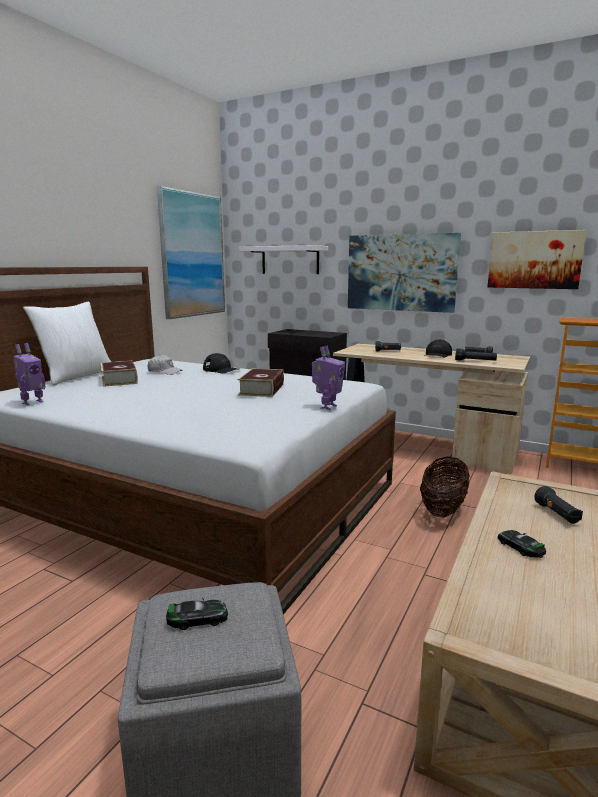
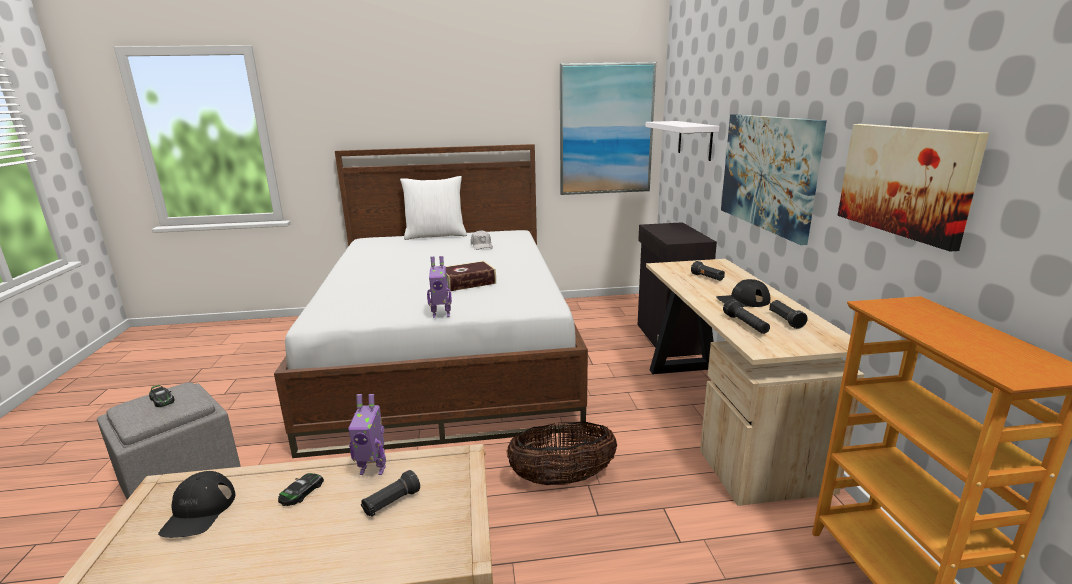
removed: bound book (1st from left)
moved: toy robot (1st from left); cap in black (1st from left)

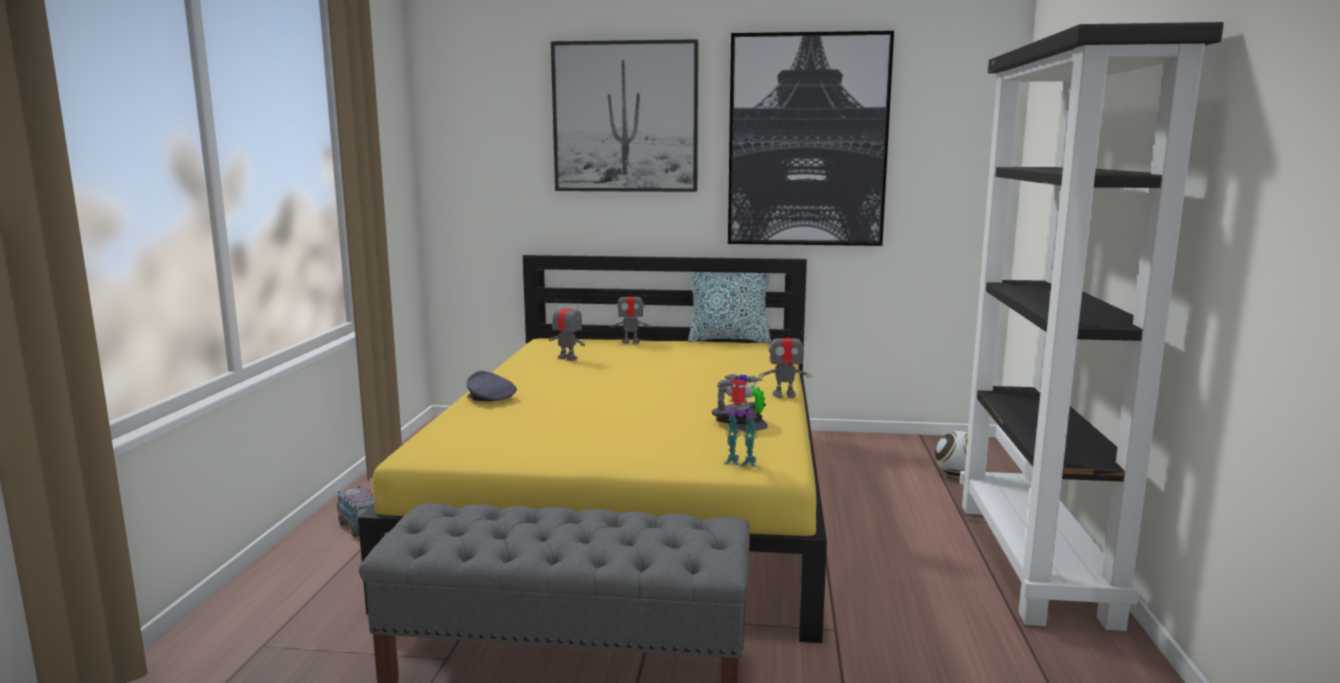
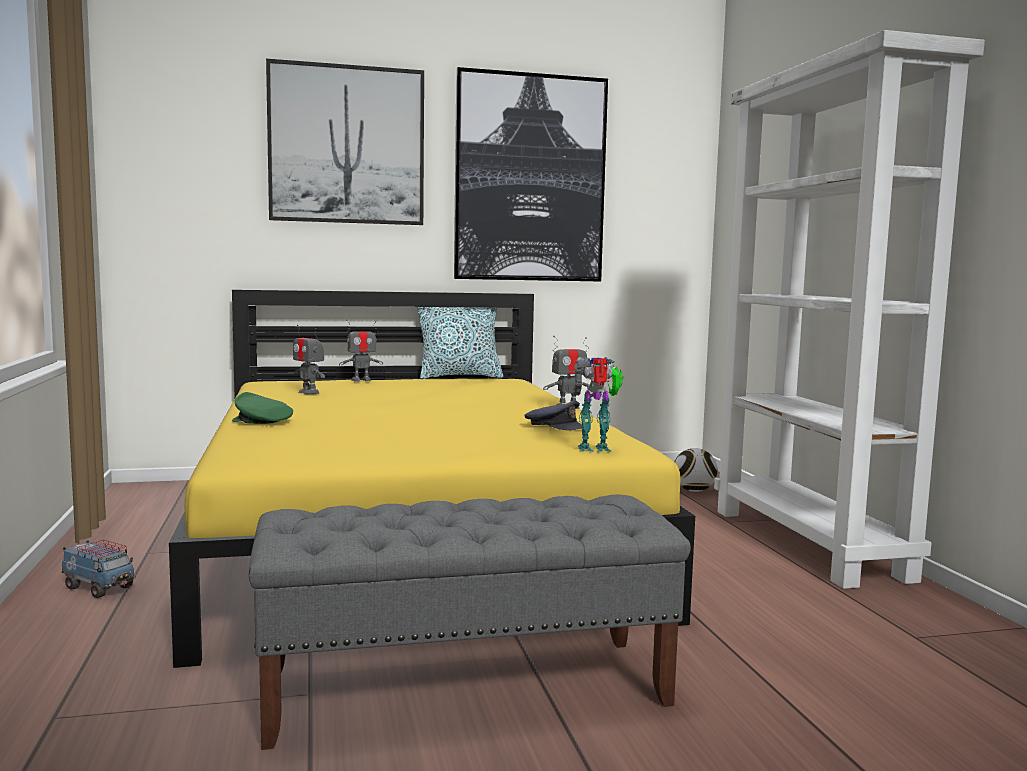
recoloured: cap in gray (1st from left) to cap in green-coloured; bookcase in black to bookcase in white-coloured
turned: toy robot (1st from left) 150 degrees counterclockwise

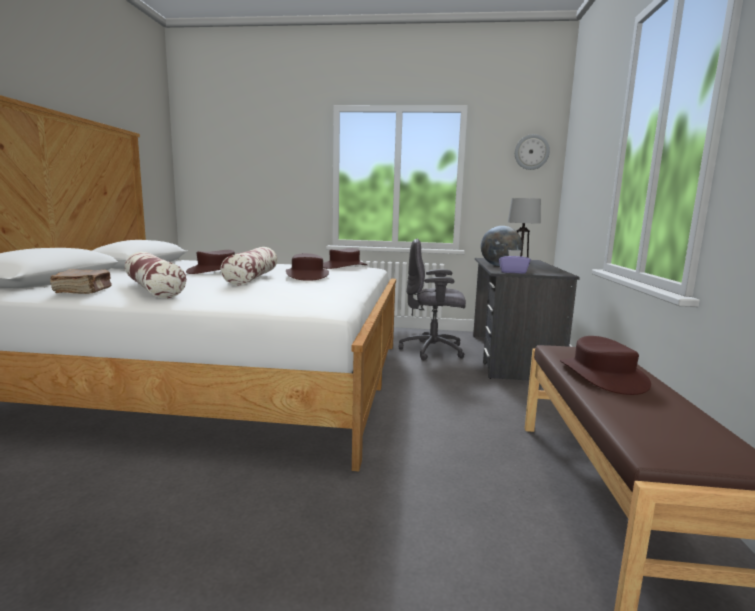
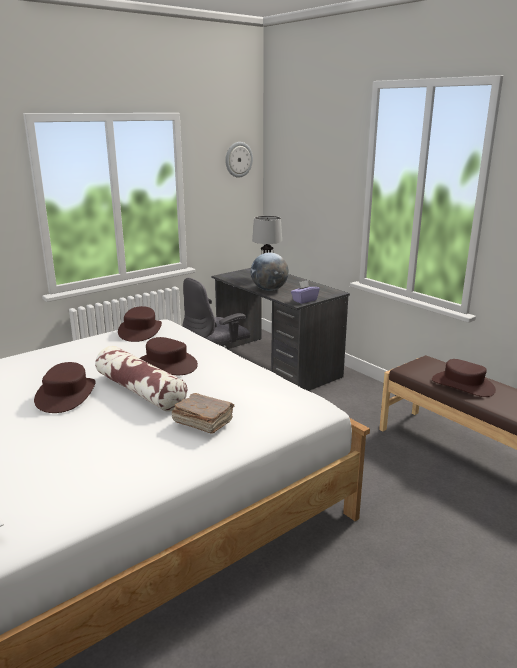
removed: throw pillow (1st from left)
moved: bound book in brownish

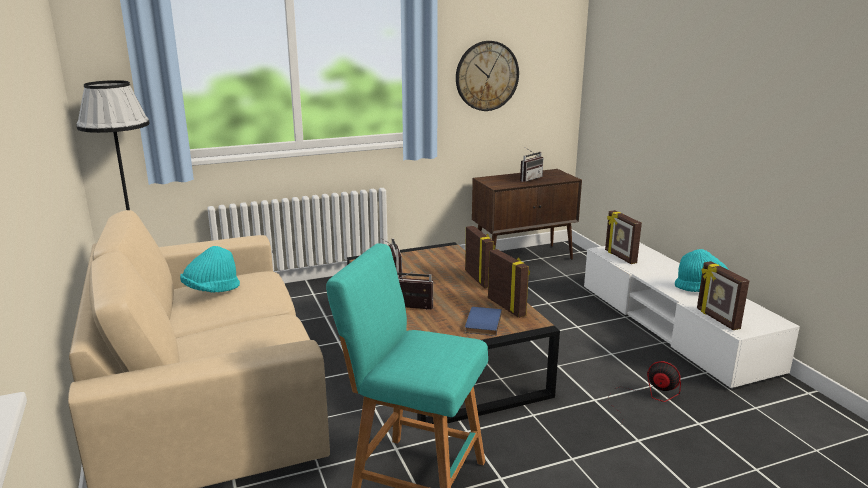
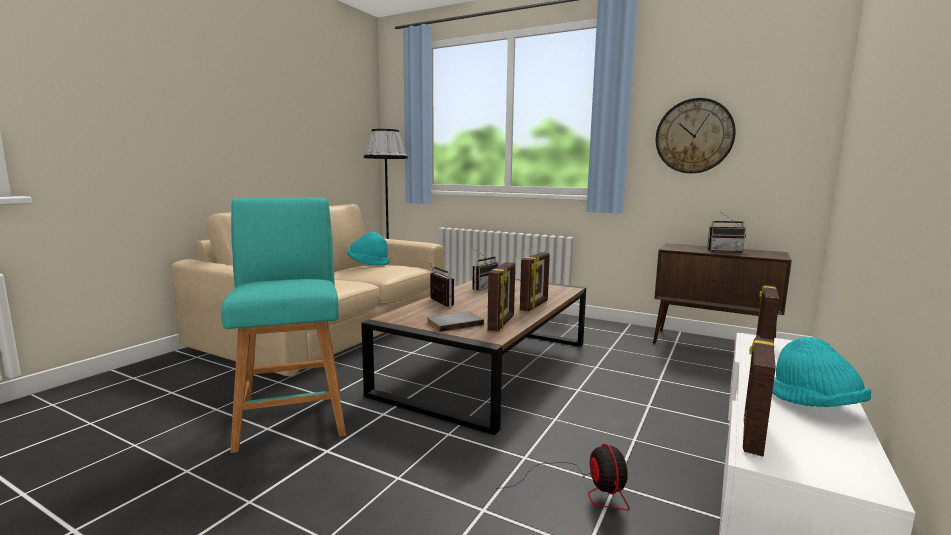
recoloured: bound book in blue to bound book in gray

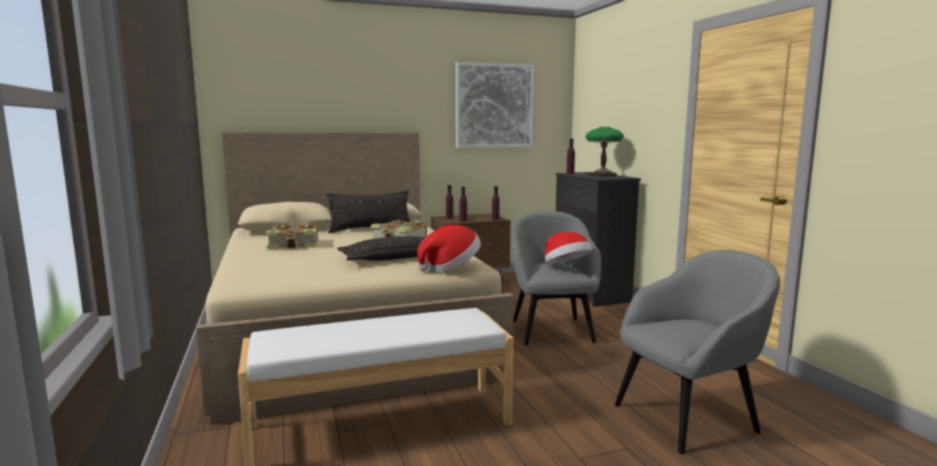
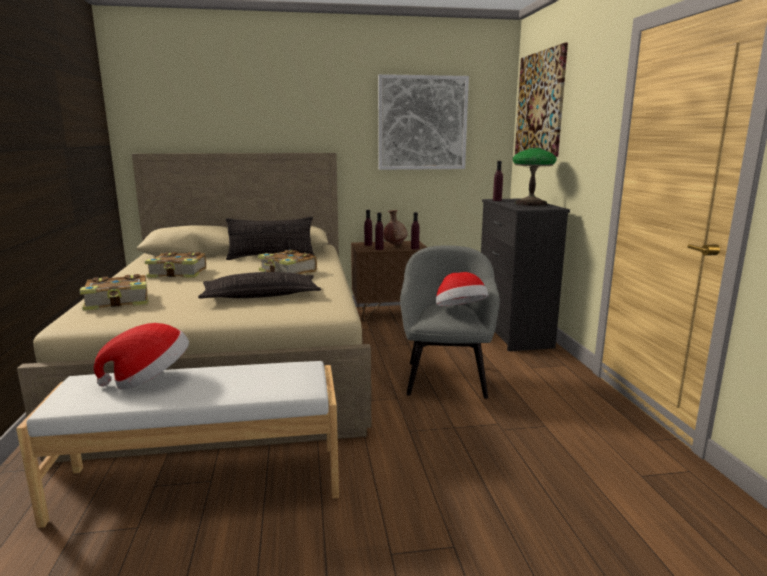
removed: easy chair in gray (2nd from left)
added: bound book (1st from left); decorative vase in brownish; picture (2nd from left)
moved: hat (1st from left)

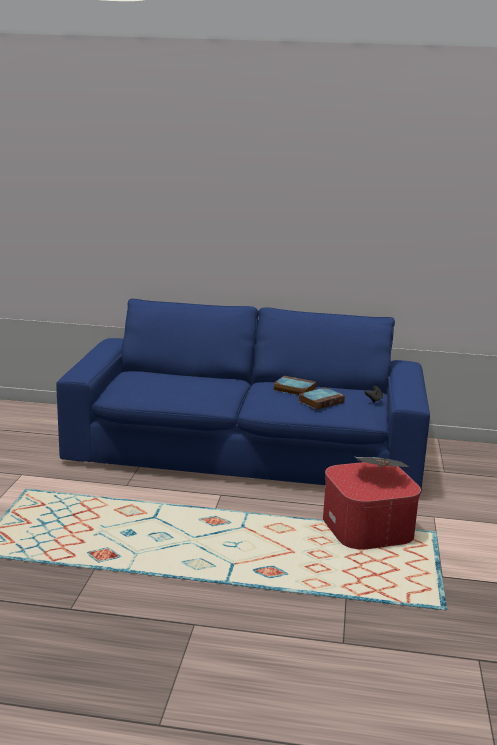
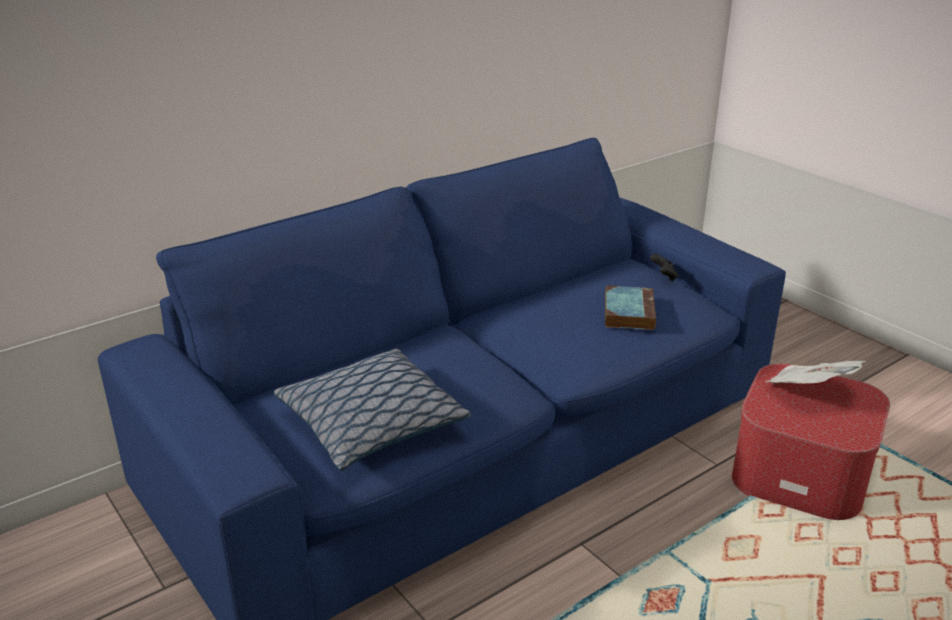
removed: bound book (1st from left)
added: throw pillow

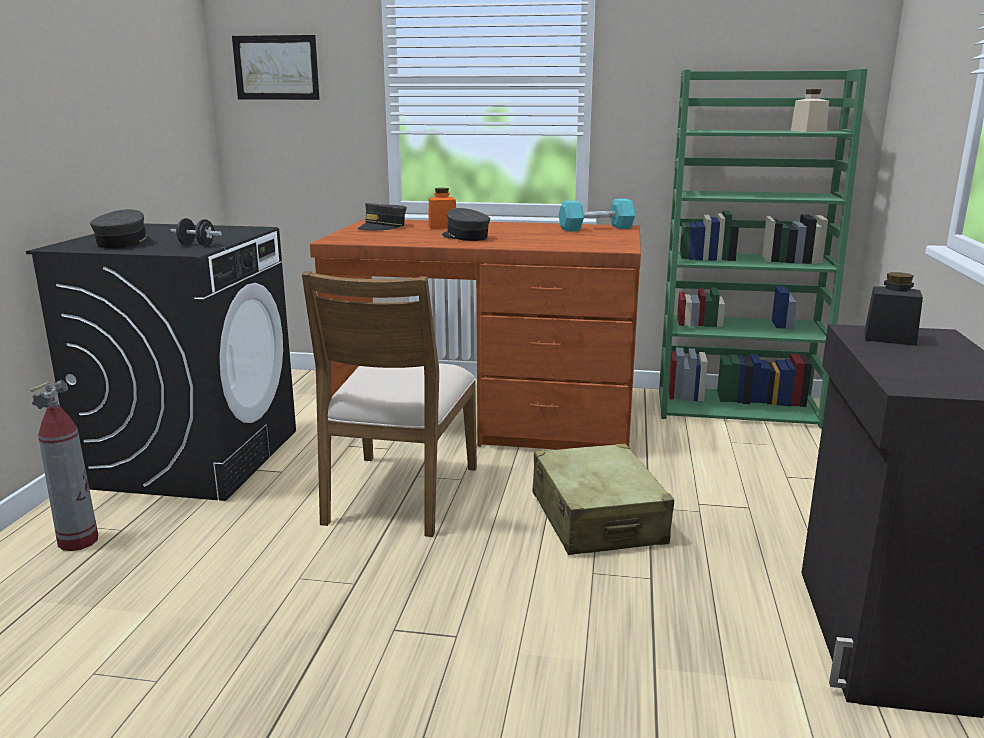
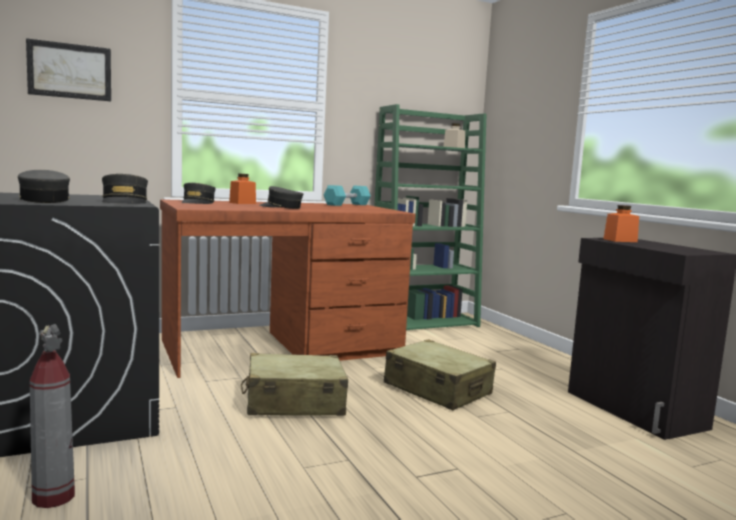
replaced: free weight in black to cap in gray (2nd from left); upright chair in brownish to piece of luggage in beige-coloured (1st from left)
recoloured: storage jar in black to storage jar in orangey (2nd from left)

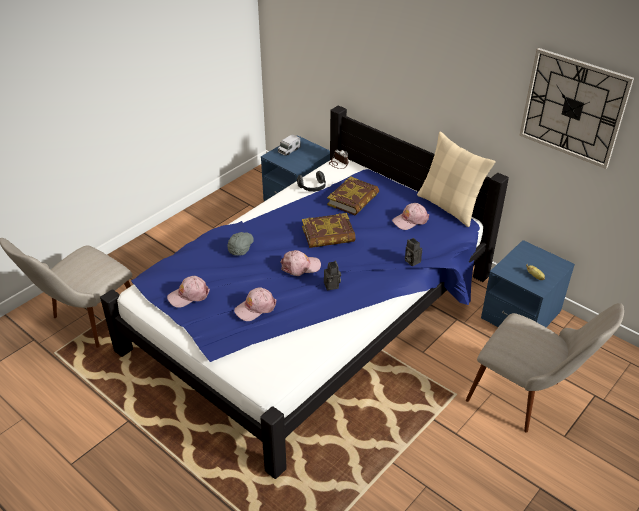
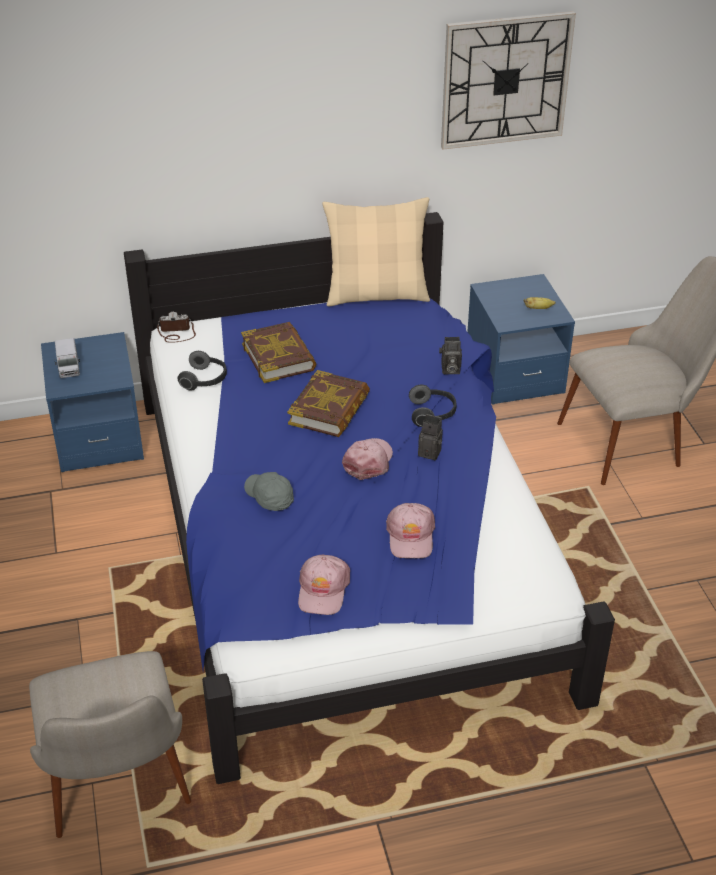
removed: cap in pink-coloured (4th from left)
added: headset (2nd from left)

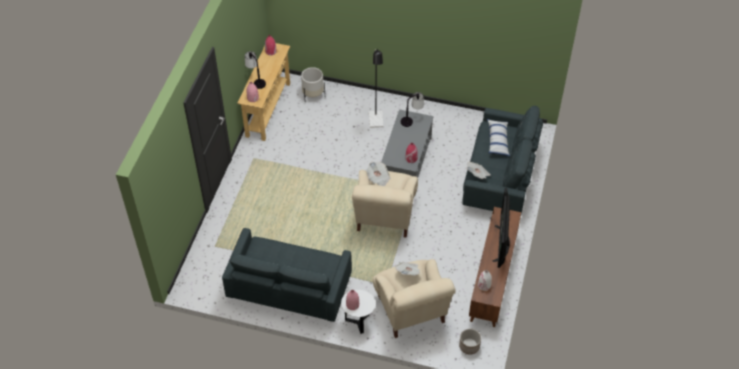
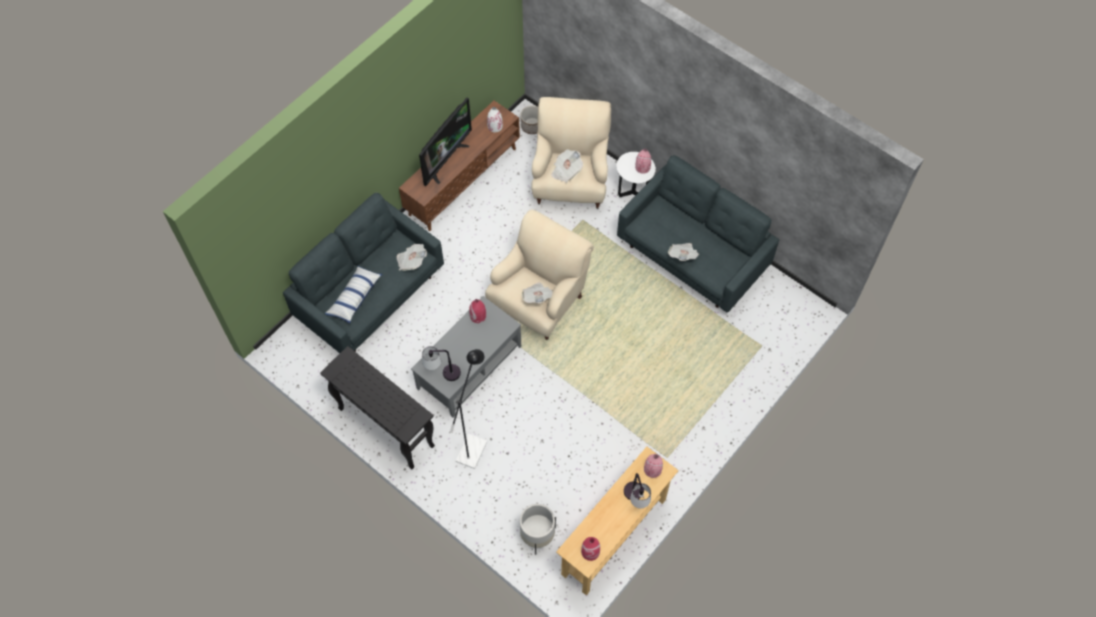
added: hall table in black; newspaper (4th from left)

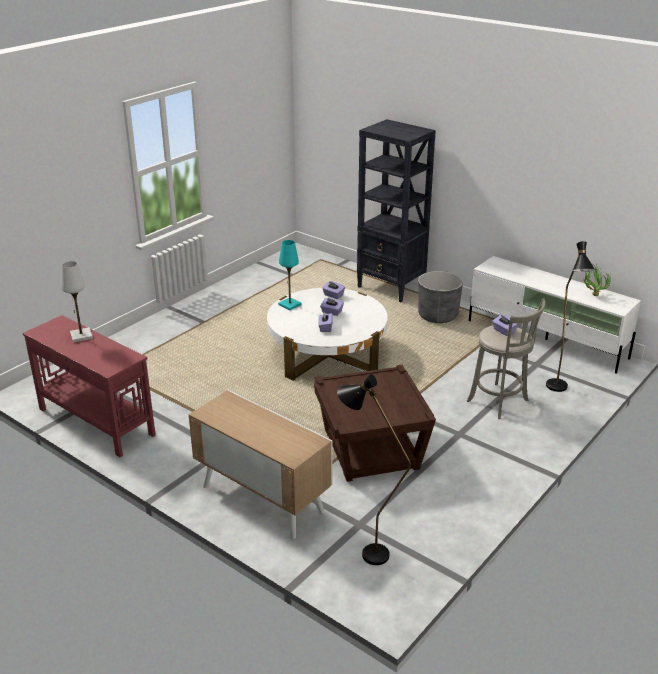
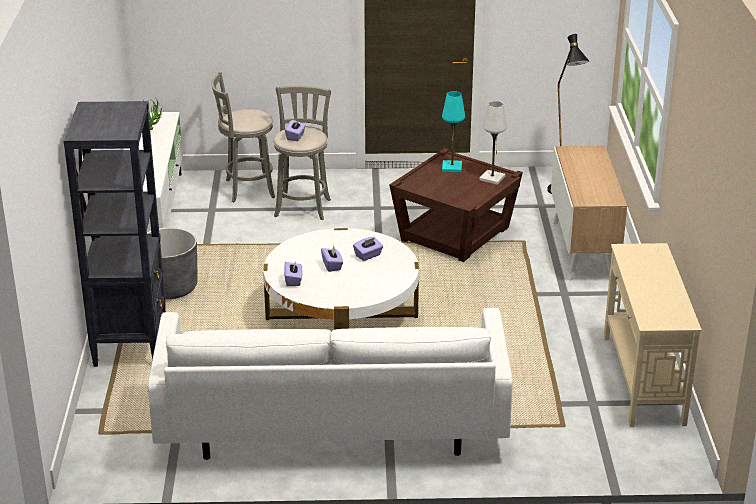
added: sofa in white-coloured
moved: lamp for a table in white-coloured; lamp for a table in blue-green
replaced: standard lamp in black (2nd from left) to sitting stool in gray (1st from left)
recoloured: hall table in red to hall table in beige-coloured

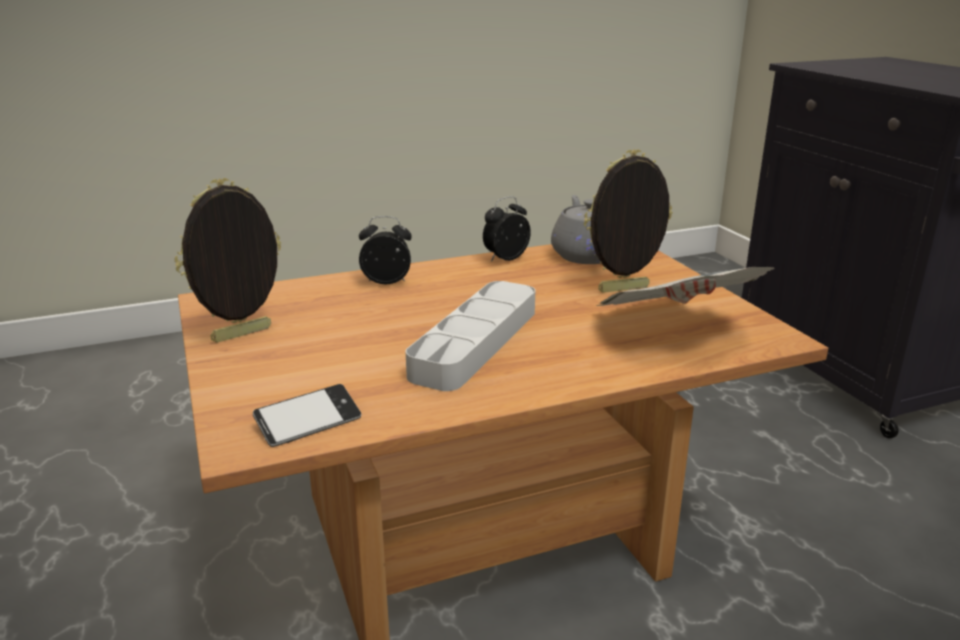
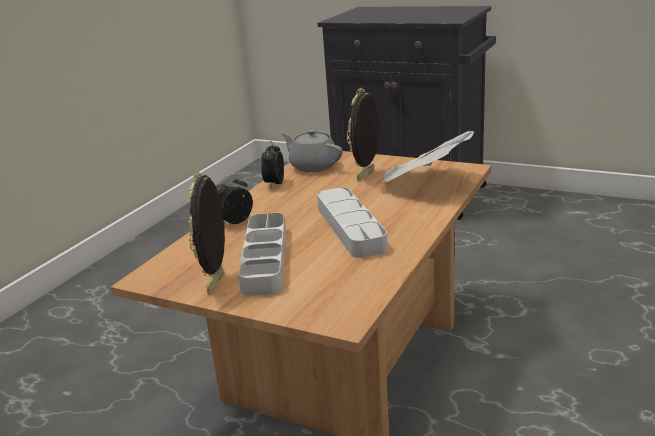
removed: phone
added: serving tray in gray (1st from left)

